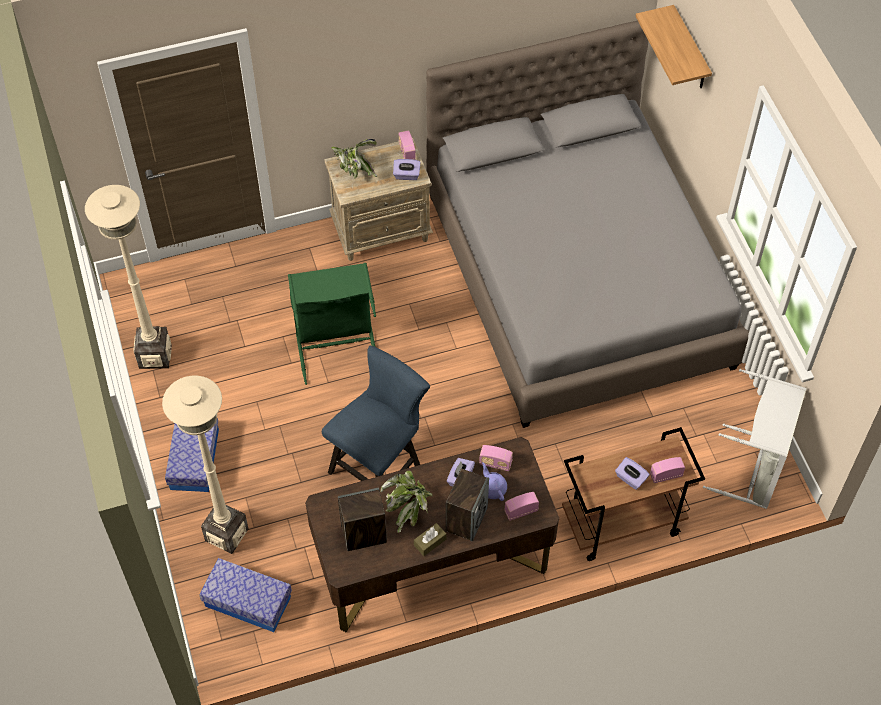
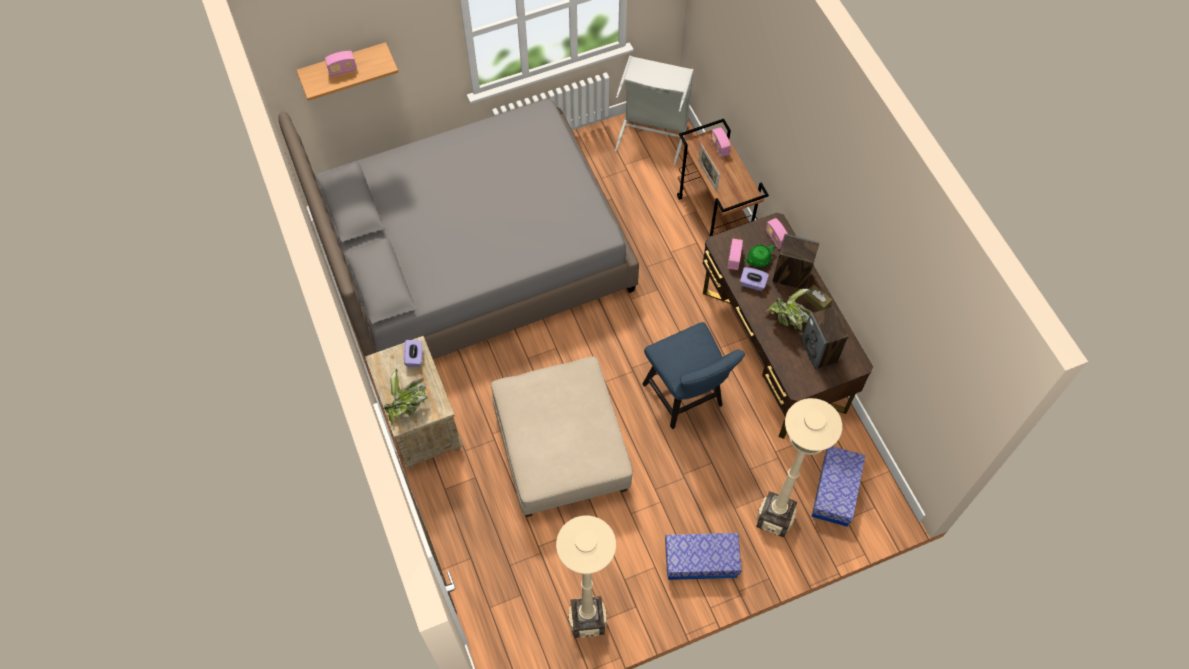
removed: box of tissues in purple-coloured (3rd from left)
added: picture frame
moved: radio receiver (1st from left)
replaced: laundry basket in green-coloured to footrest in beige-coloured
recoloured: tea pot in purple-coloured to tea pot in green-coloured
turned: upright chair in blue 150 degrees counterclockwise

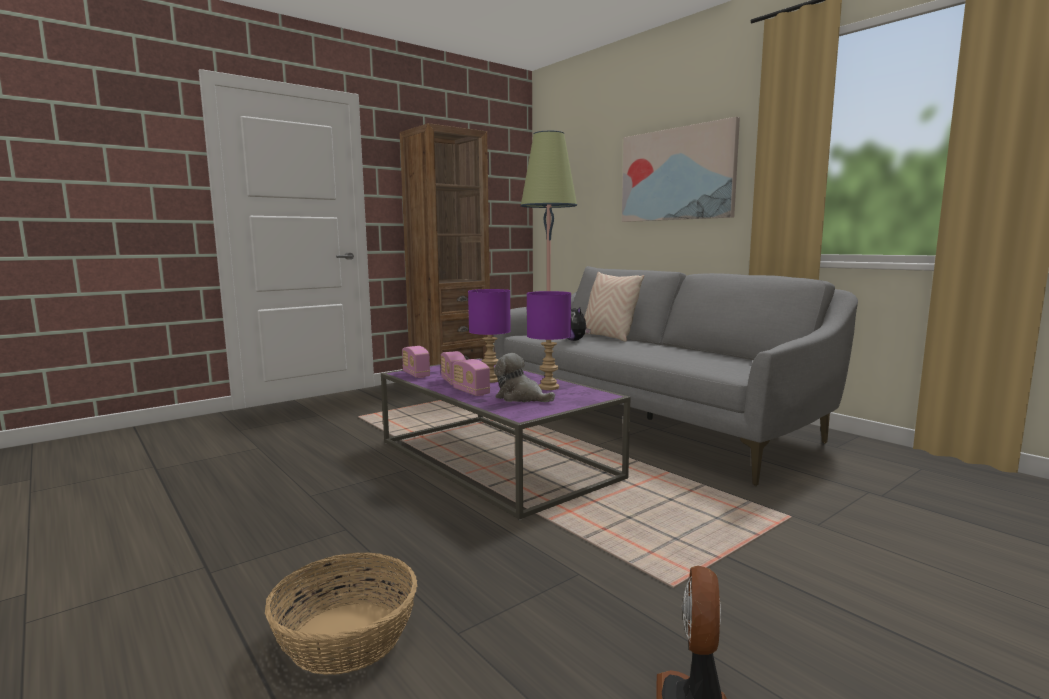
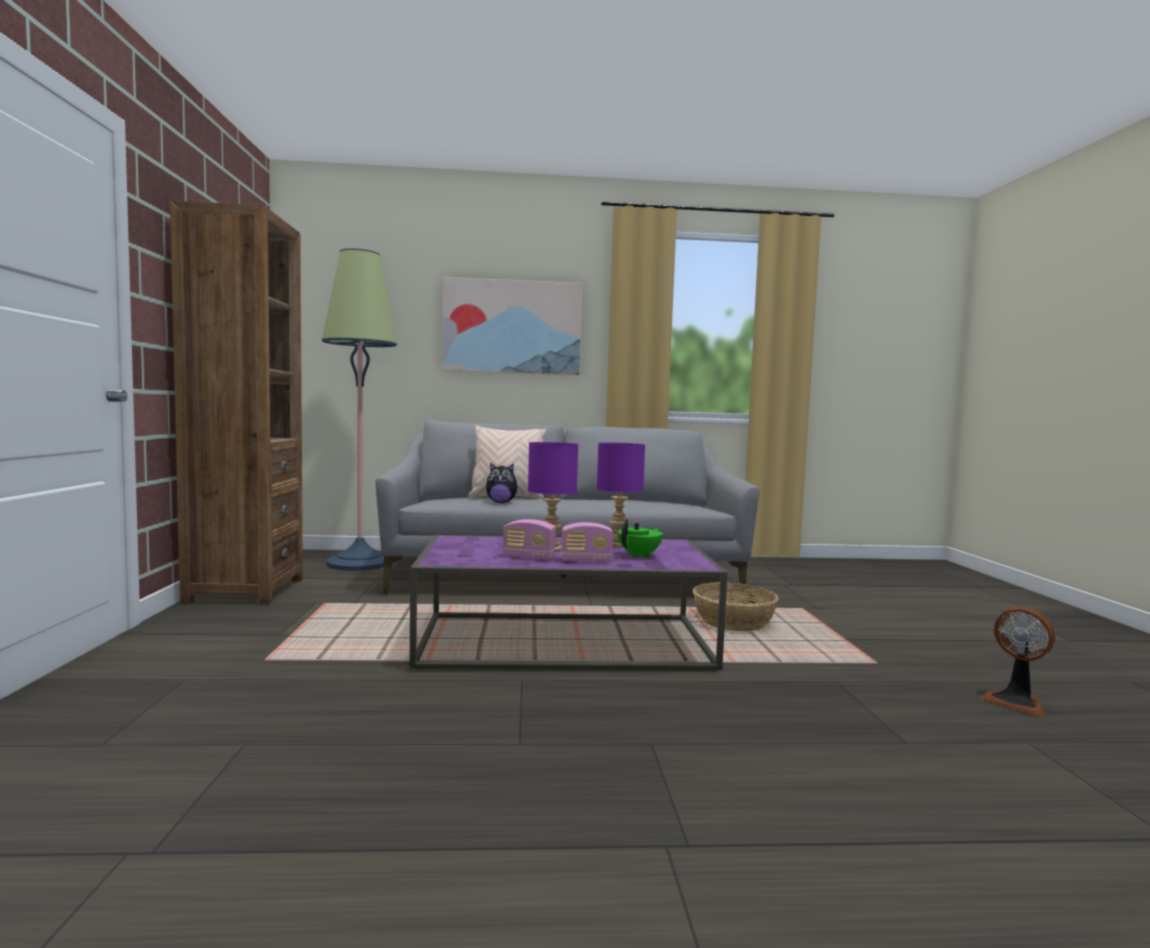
removed: radio receiver (1st from left)
moved: basket
replaced: soft toy (1st from left) to tea pot in green-coloured

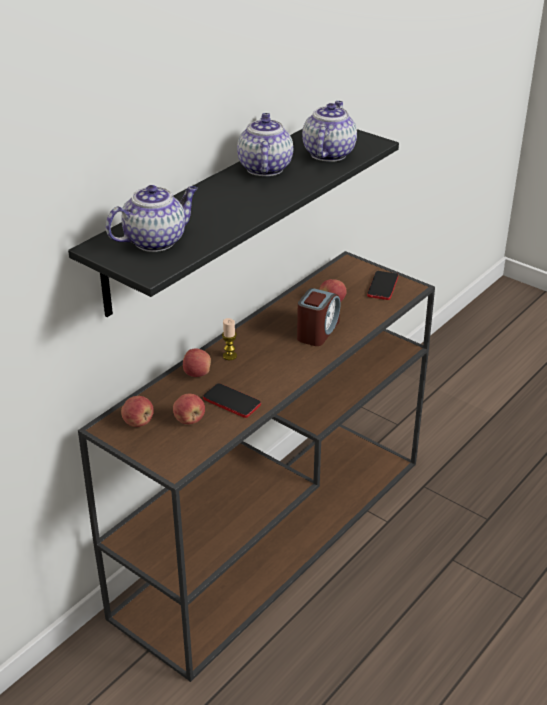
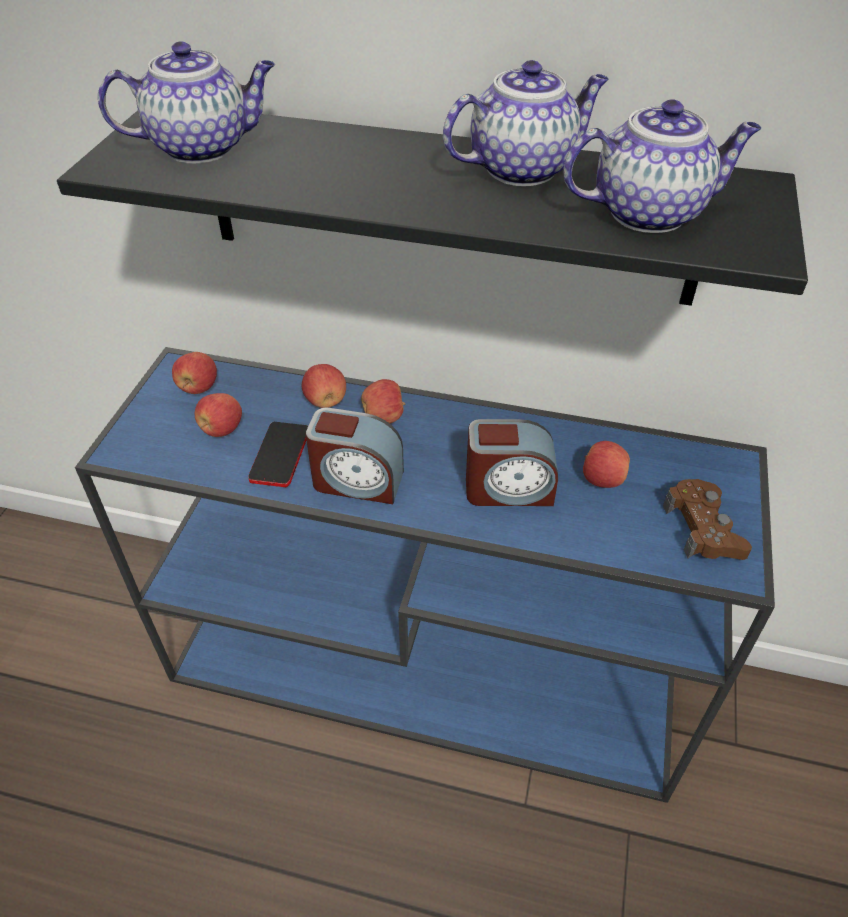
added: table clock (1st from left)
replaced: candle to apple (4th from left); phone (2nd from left) to game controller in brownish
recoloured: hall table in brownish to hall table in blue
turned: tea pot (1st from left) 45 degrees counterclockwise

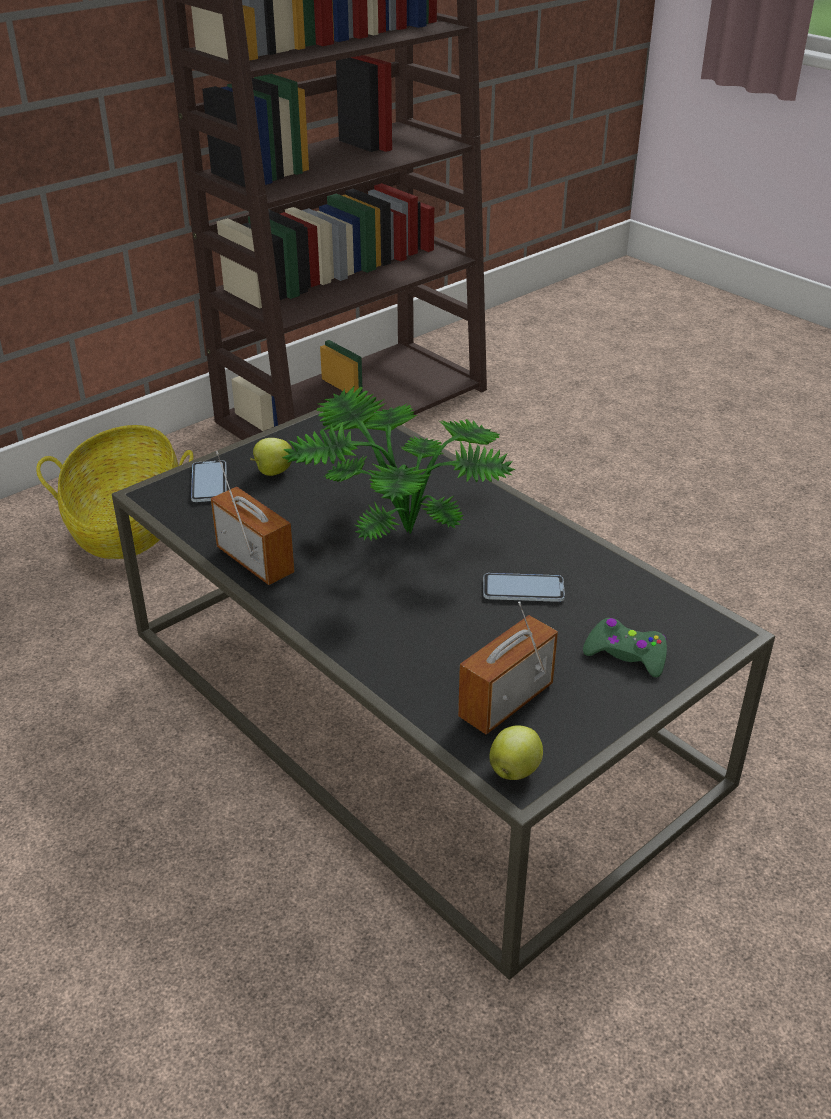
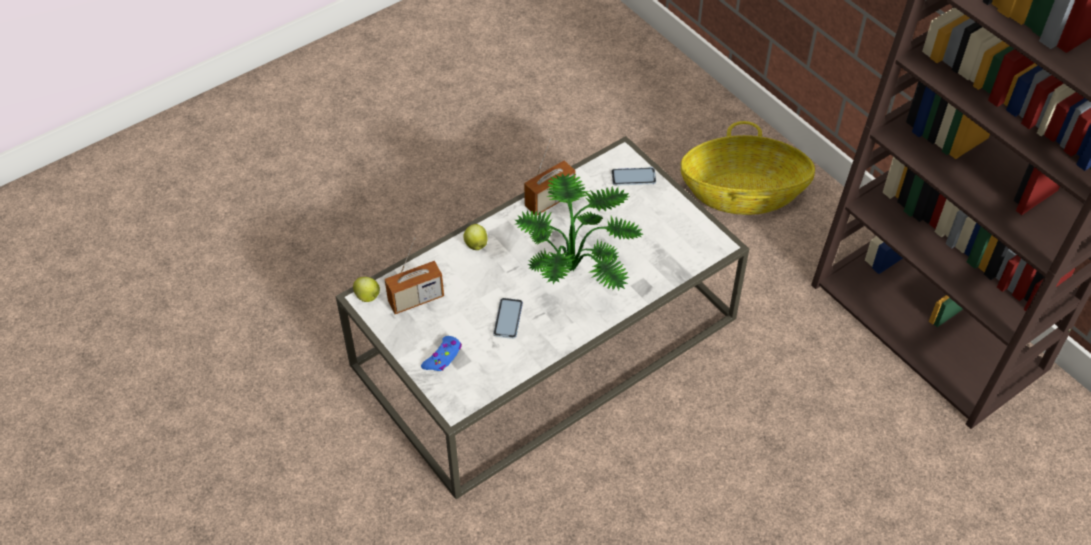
moved: apple (1st from left in the first image) to apple (2nd from left)
recoloured: coffee table in black to coffee table in white-coloured; game controller in green-coloured to game controller in blue
turned: radio receiver (2nd from left in the first image) 105 degrees clockwise

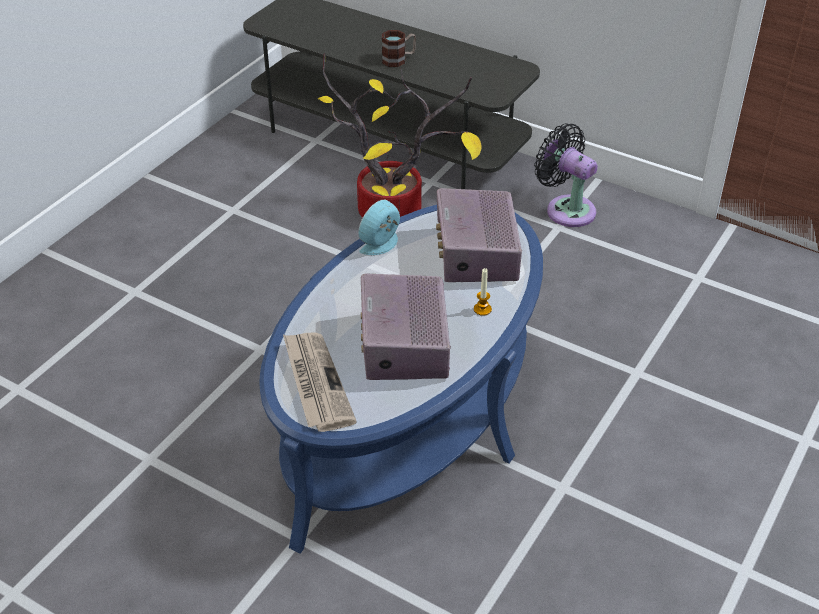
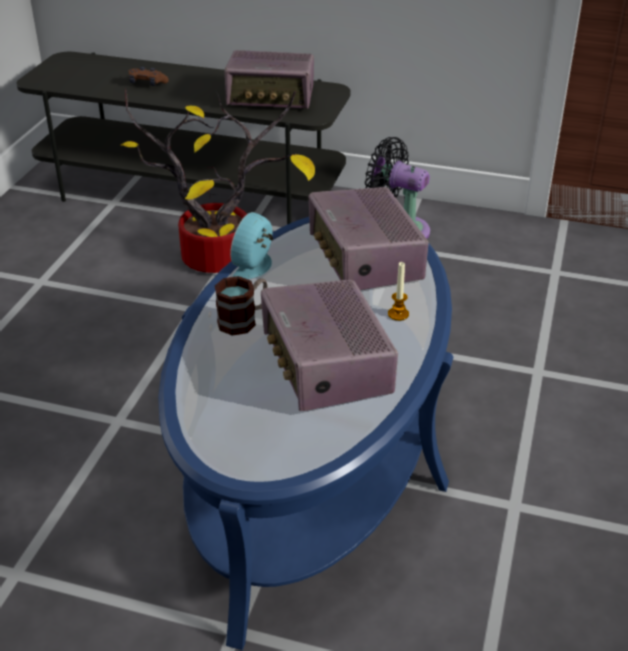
removed: newspaper
added: game controller in brownish; radio receiver (1st from left)
moved: tea mug

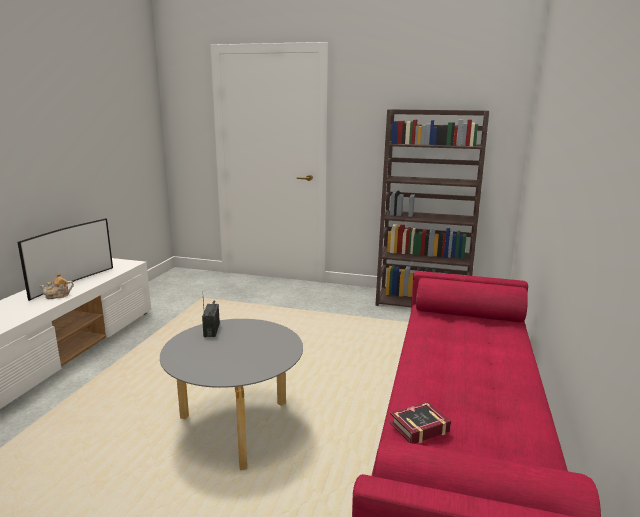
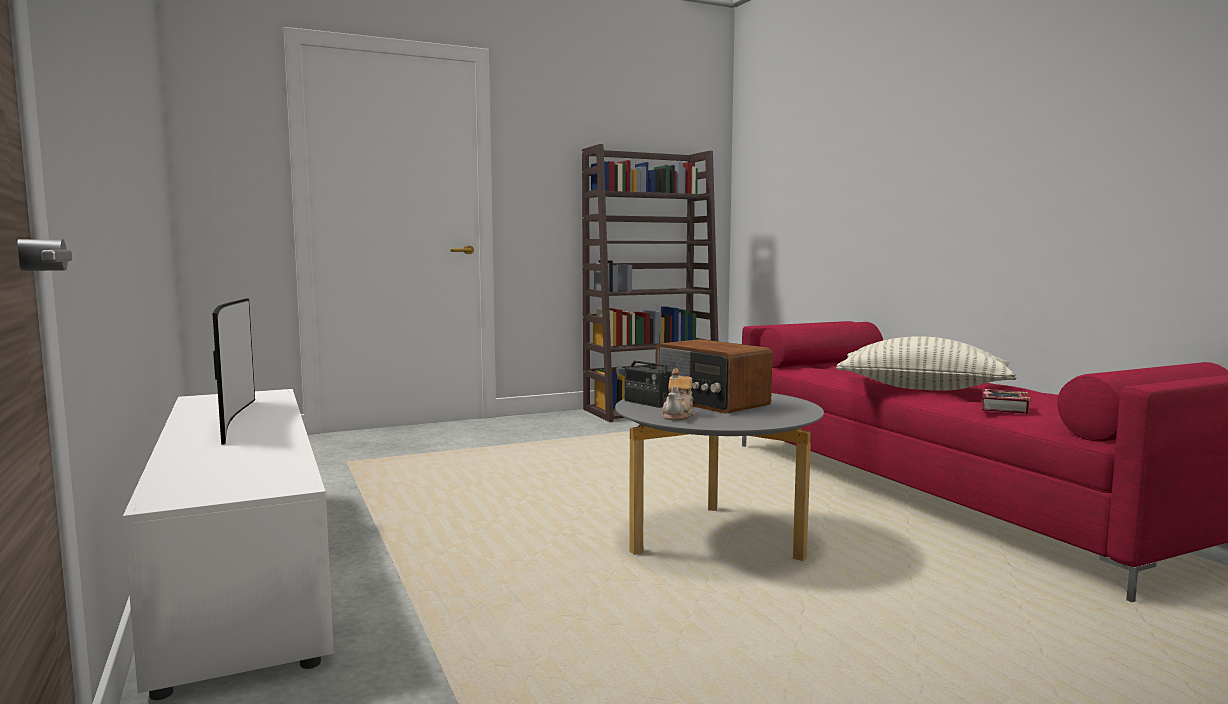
added: radio receiver (2nd from left); throw pillow
moved: tea pot

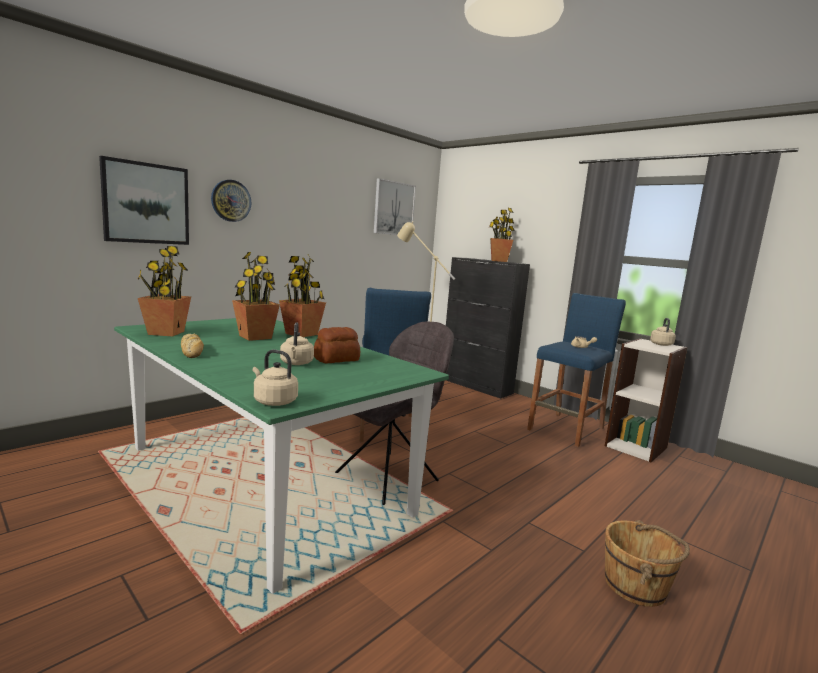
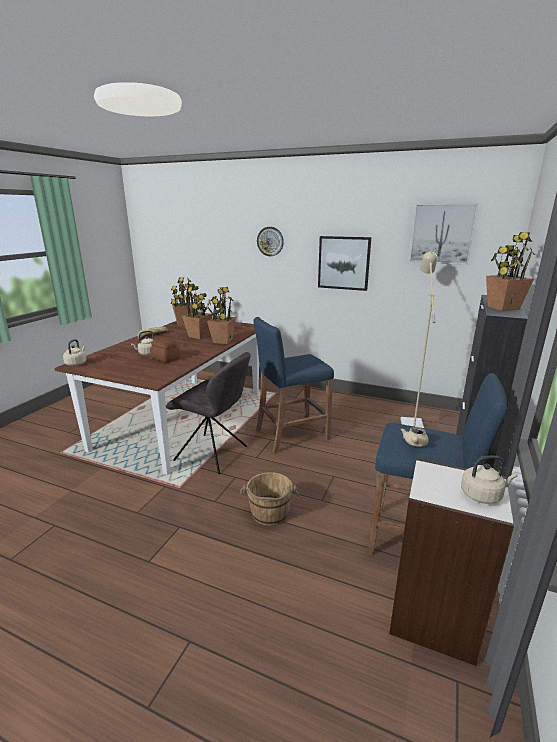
moved: picture (1st from left); water bucket in brownish
recoloured: dinner table in green-coloured to dinner table in brownish

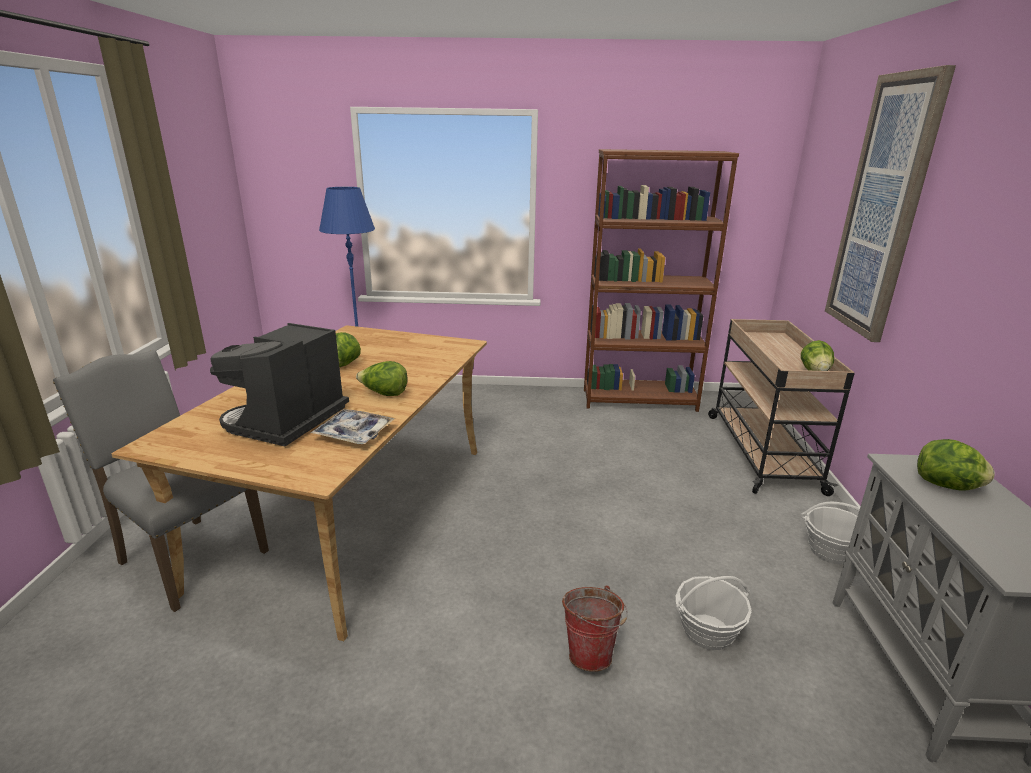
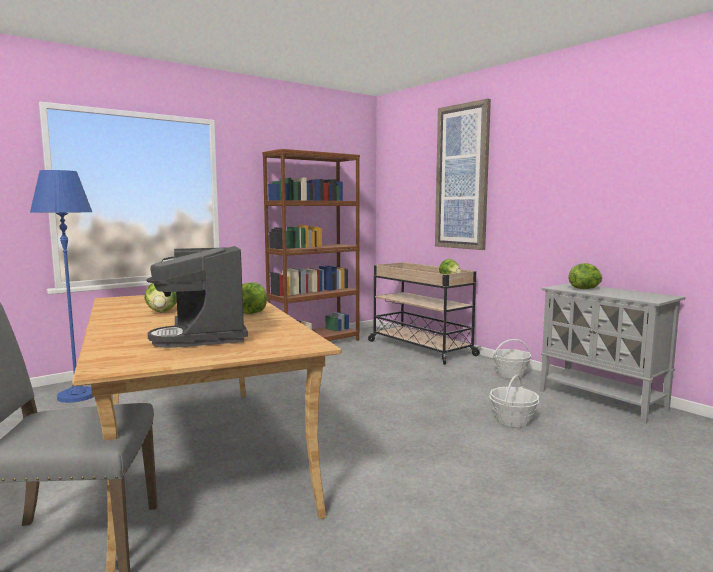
removed: serving tray; water bucket

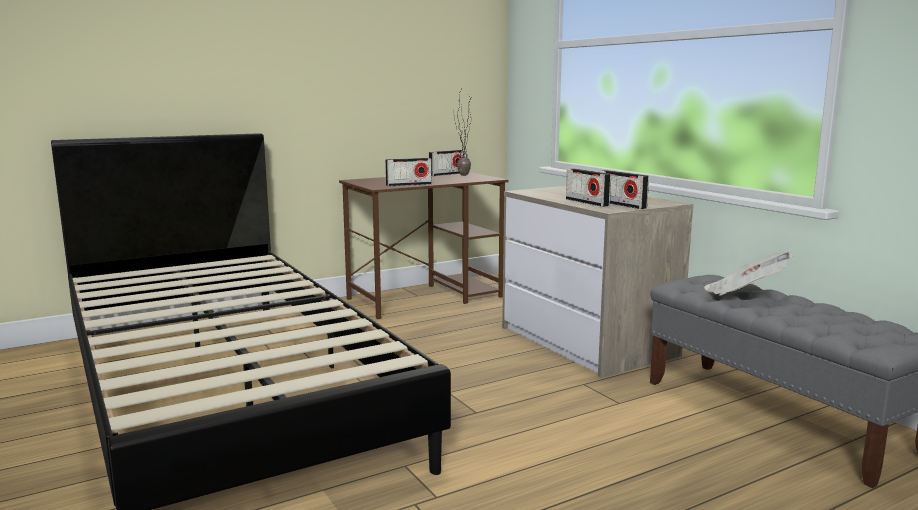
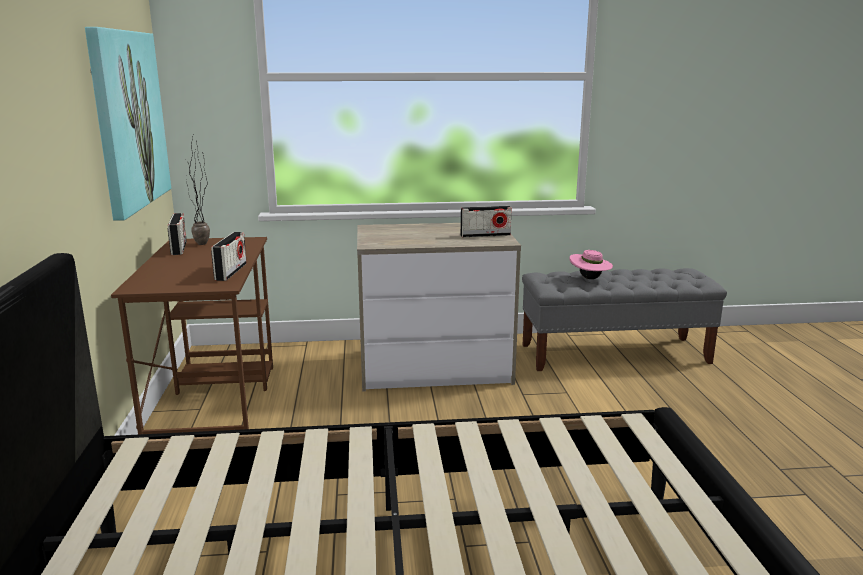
removed: radio receiver (3rd from left)
added: picture
replaced: newspaper to hat in pink-coloured

